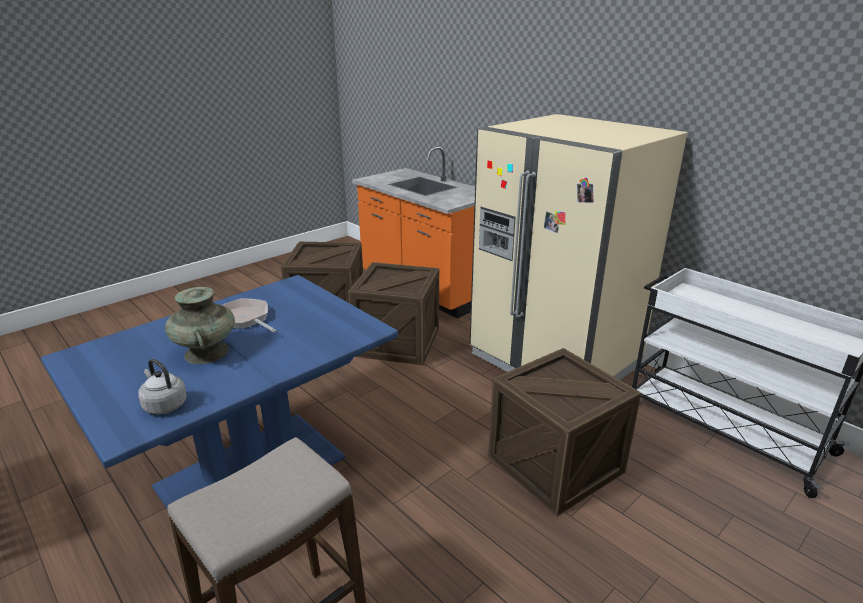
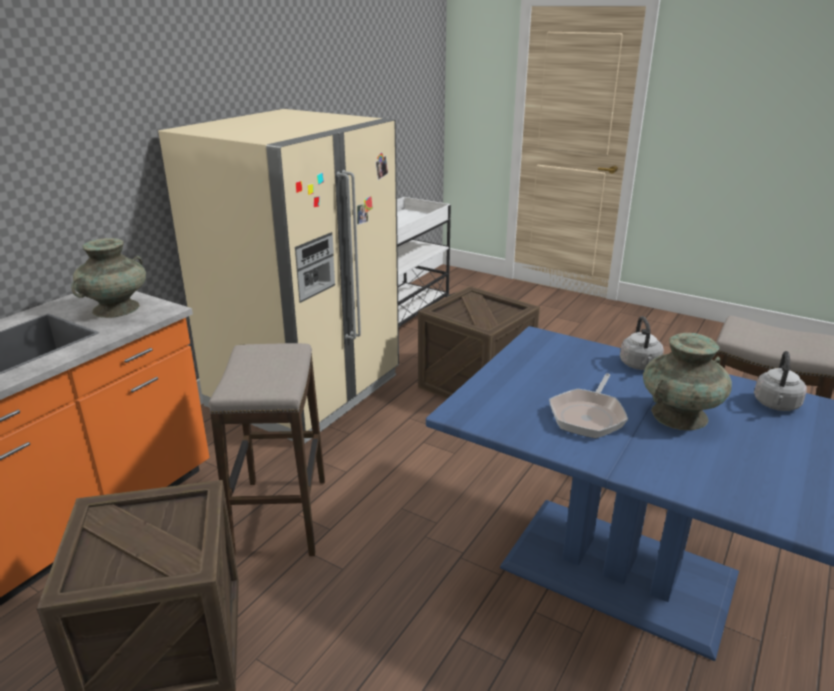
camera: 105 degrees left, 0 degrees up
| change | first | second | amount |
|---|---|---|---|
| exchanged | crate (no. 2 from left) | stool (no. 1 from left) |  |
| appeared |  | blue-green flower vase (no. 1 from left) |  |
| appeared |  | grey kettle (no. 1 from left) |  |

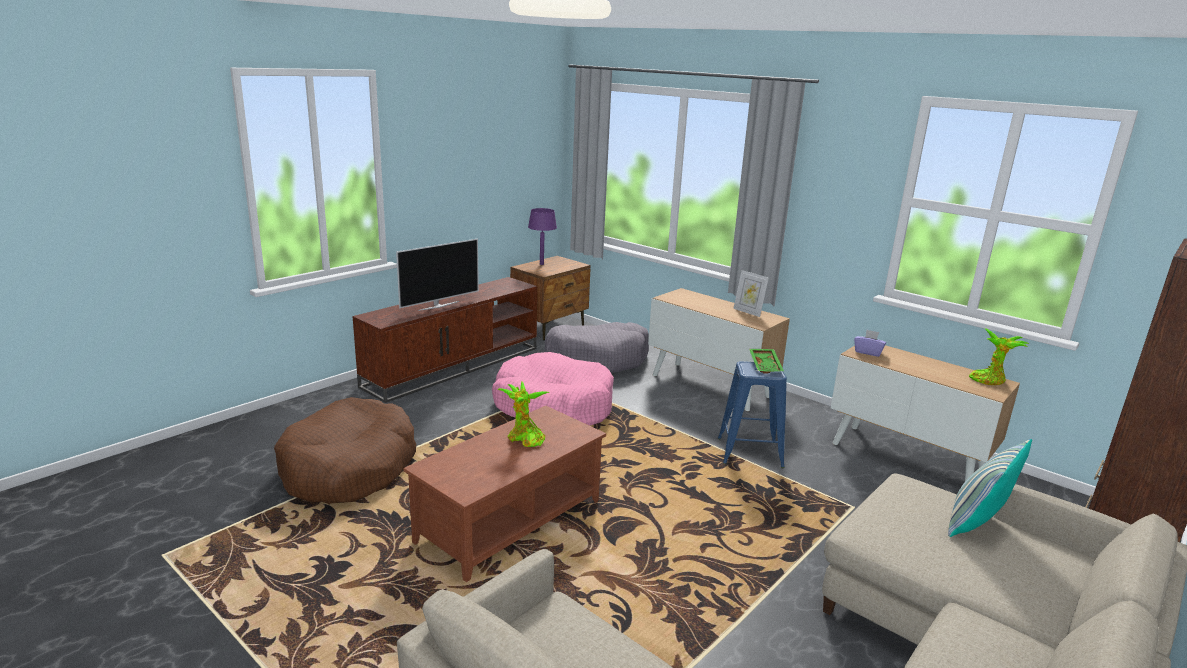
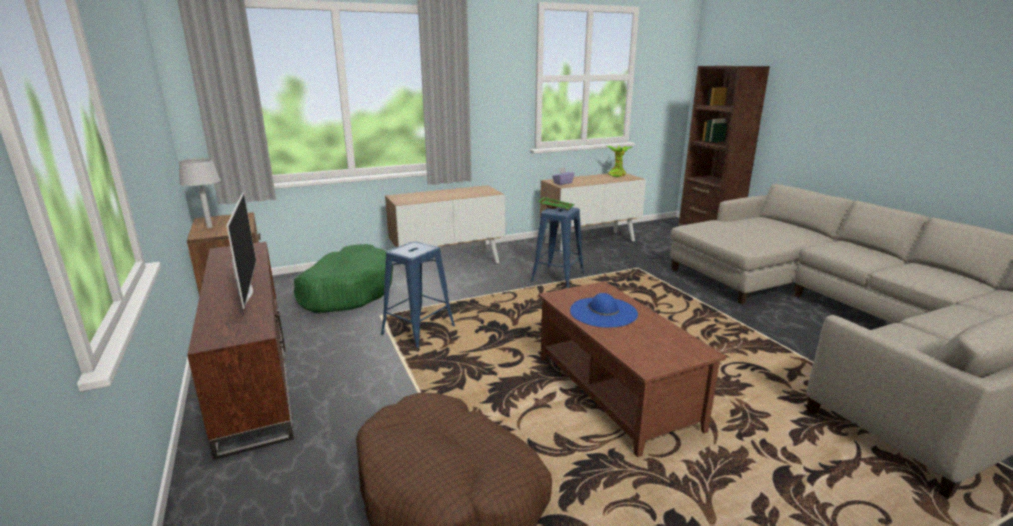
camera: 65 degrees left, 0 degrees up
| change | first | second | amount |
|---|---|---|---|
| colour | purple table lamp | grey table lamp |  |
| missing | picture frame |  |  |
| colour | grey dog bed | greenish dog bed |  |
| exchanged | pink-coloured dog bed | blue-coloured stool (no. 1 from left) |  |
| exchanged | potted plant (no. 1 from left) | blue-coloured hat |  |
| missing | cushion |  |  |

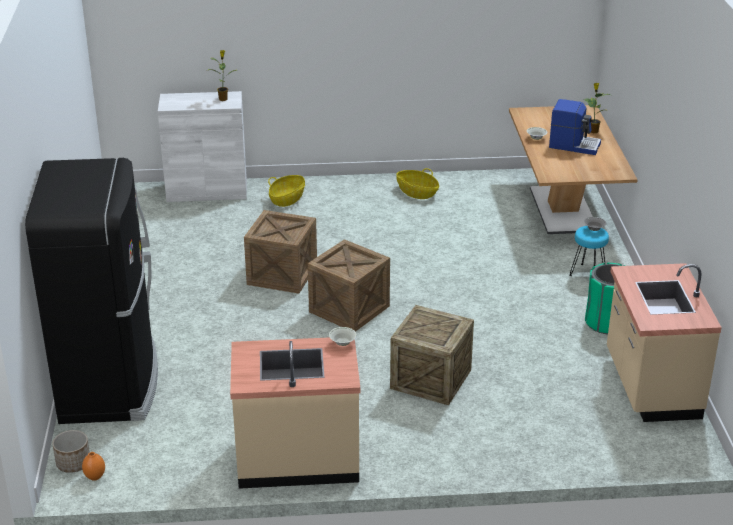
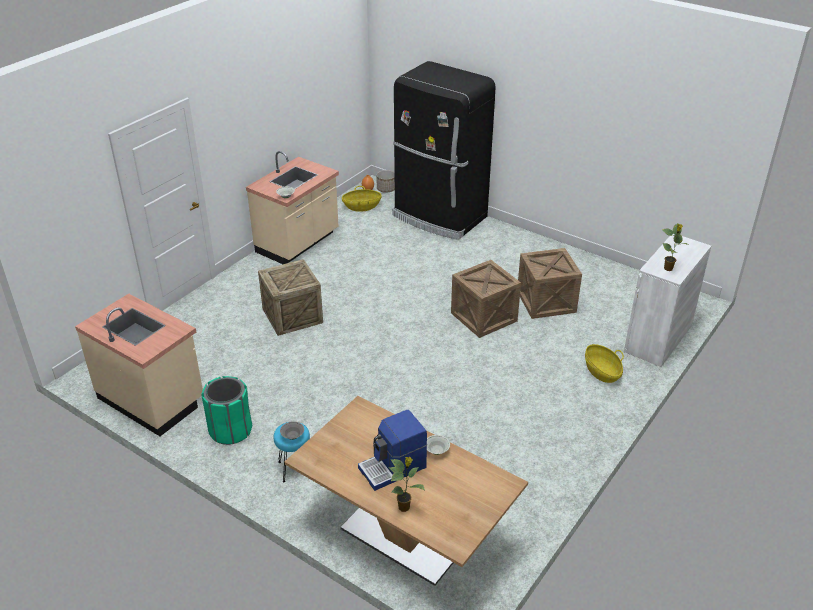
camera: 130 degrees right, 5 degrees up
| change | first | second | amount |
|---|---|---|---|
| relocated | storage basket (no. 2 from left in the first image) | storage basket (no. 1 from left) |  |
| relocated | crate (no. 2 from left in the first image) | crate (no. 3 from left) |  |

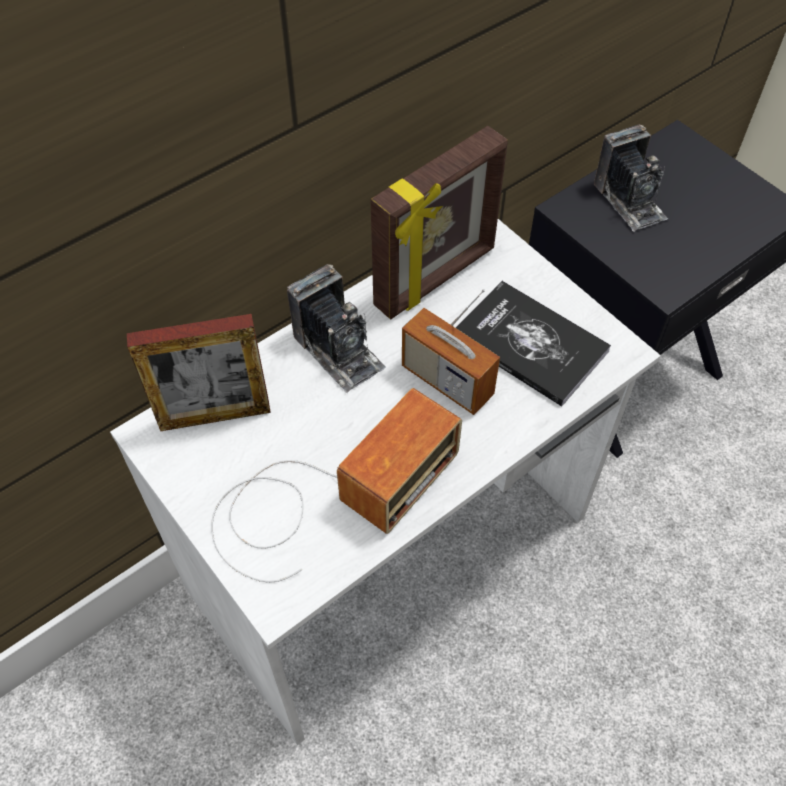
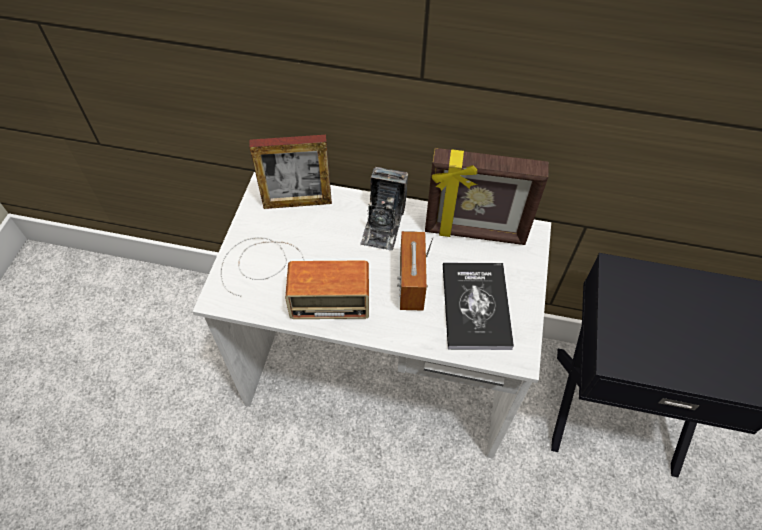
camera: 50 degrees right, 0 degrees up
| change | first | second | amount |
|---|---|---|---|
| missing | photo camera (no. 2 from left) |  |  |
| spun | picture frame (no. 1 from left) |  | 45 degrees counterclockwise |

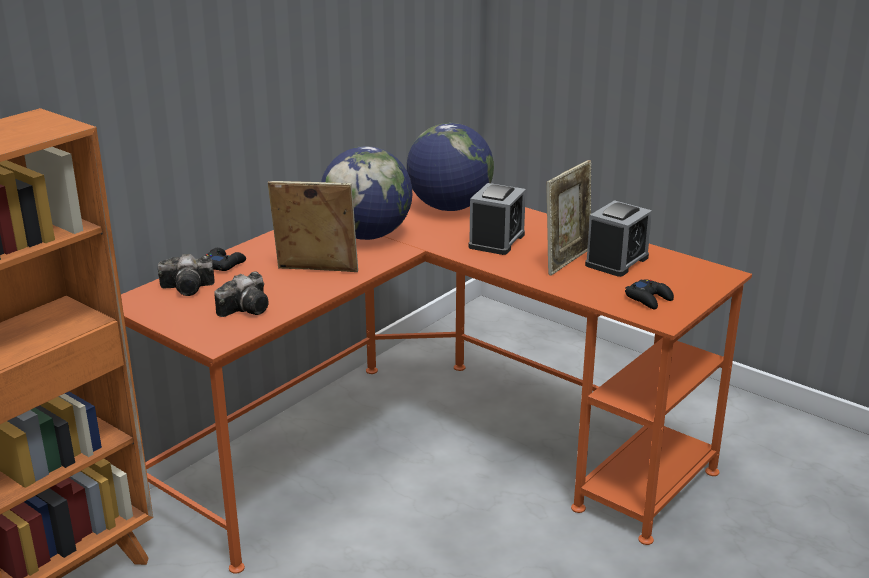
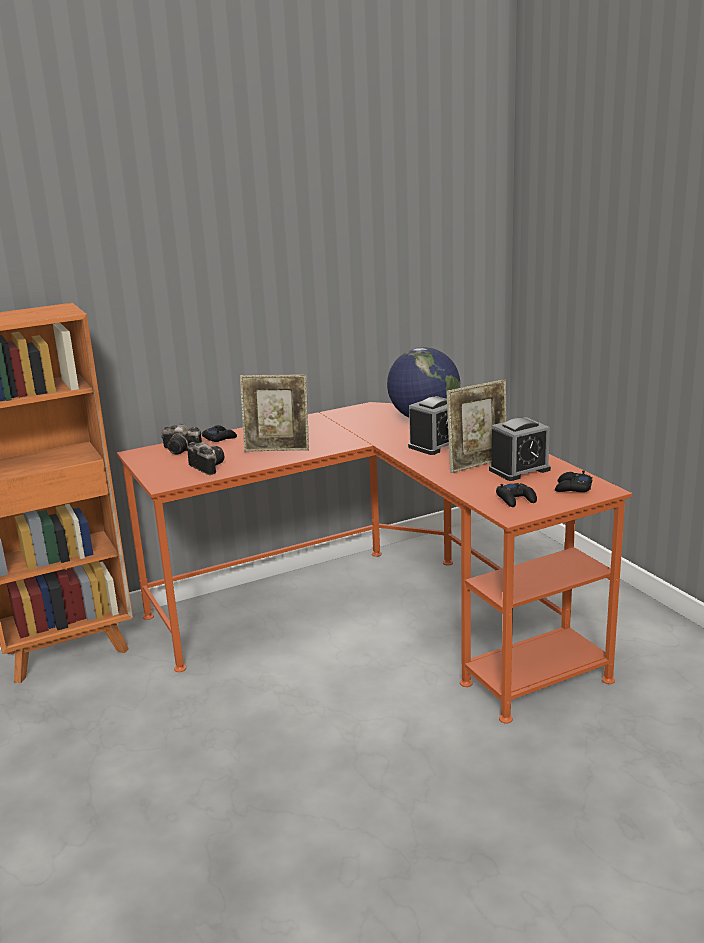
camera: 25 degrees right, 5 degrees down
| change | first | second | amount |
|---|---|---|---|
| missing | world globe (no. 1 from left) |  |  |
| spun | picture frame (no. 1 from left) |  | 150 degrees clockwise |
| spun | photo camera (no. 2 from left) |  | 105 degrees counterclockwise |
| appeared |  | black-coloured gamepad (no. 3 from left) |  |

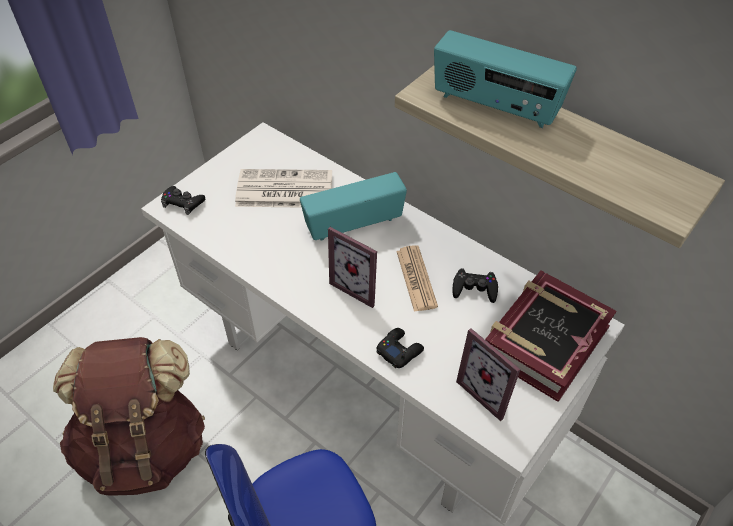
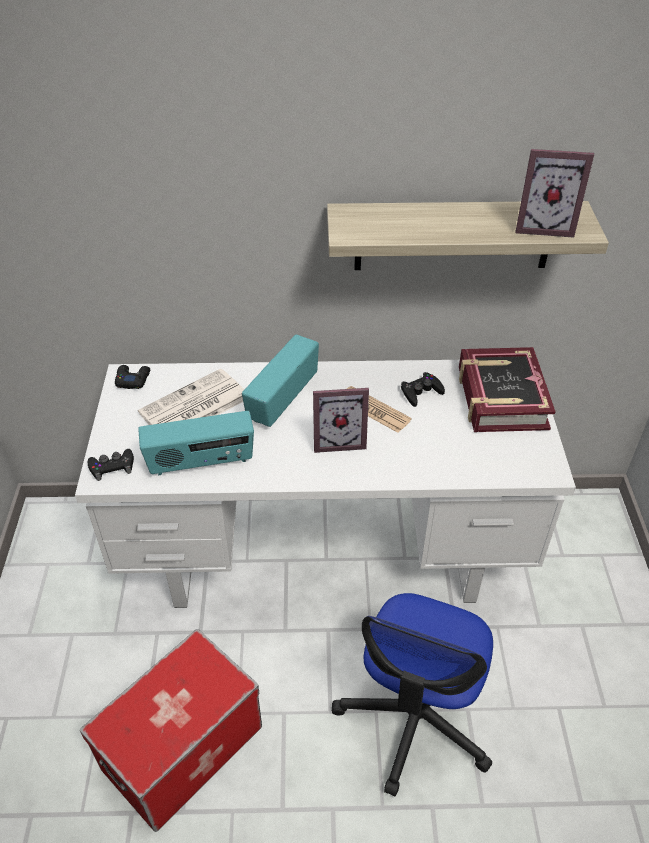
camera: 40 degrees left, 5 degrees down
| change | first | second | amount |
|---|---|---|---|
| relocated | radio (no. 2 from left in the first image) | radio (no. 1 from left) |  |
| relocated | black-coloured gamepad (no. 2 from left) |  |  |
| relocated | picture frame (no. 2 from left) |  |  |
| exchanged | brown-coloured backpack | storage box |  |

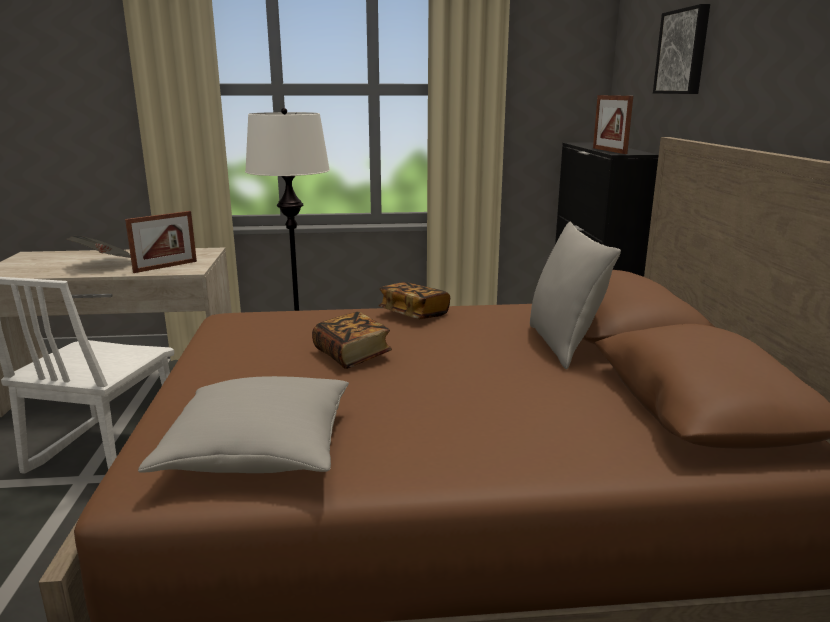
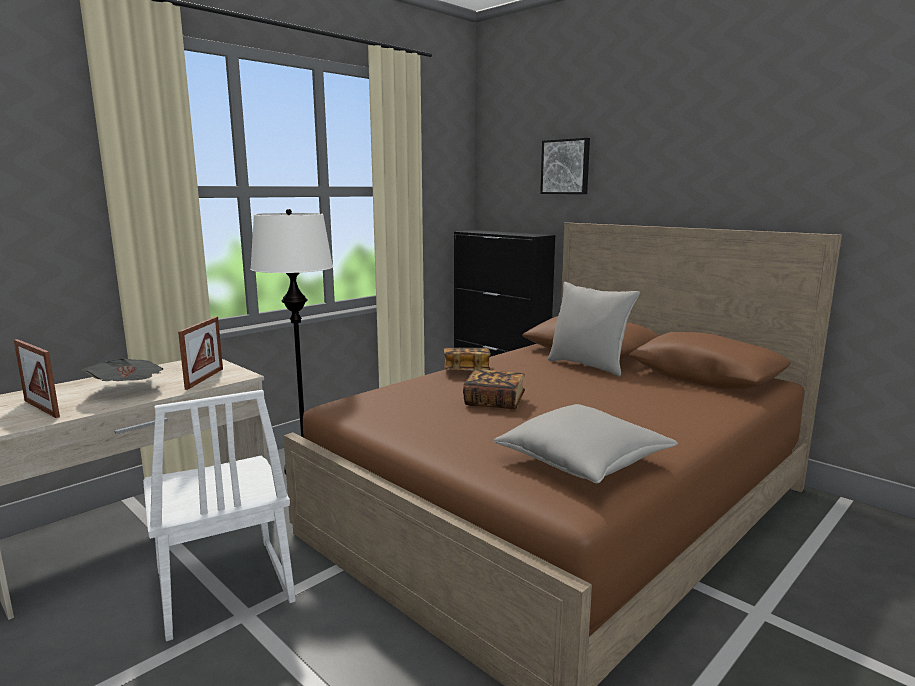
camera: 40 degrees left, 5 degrees down
| change | first | second | amount |
|---|---|---|---|
| relocated | picture frame (no. 2 from left in the first image) | picture frame (no. 1 from left) |  |

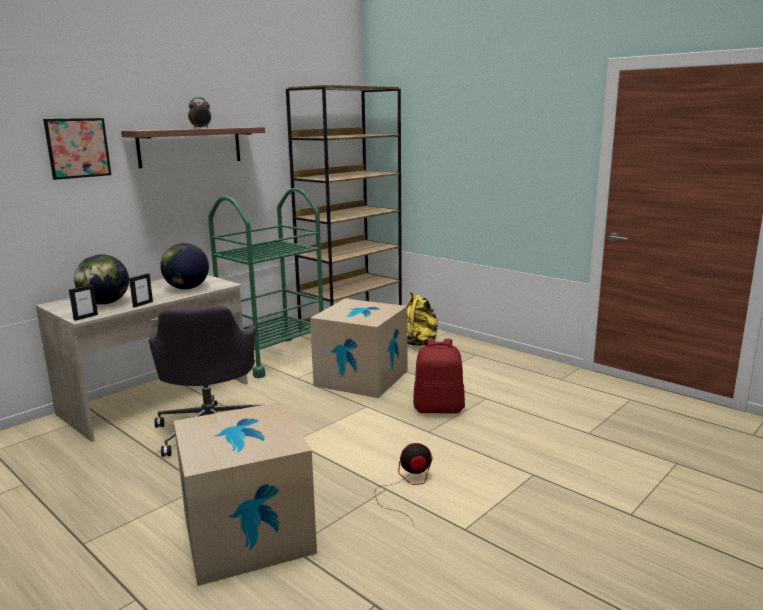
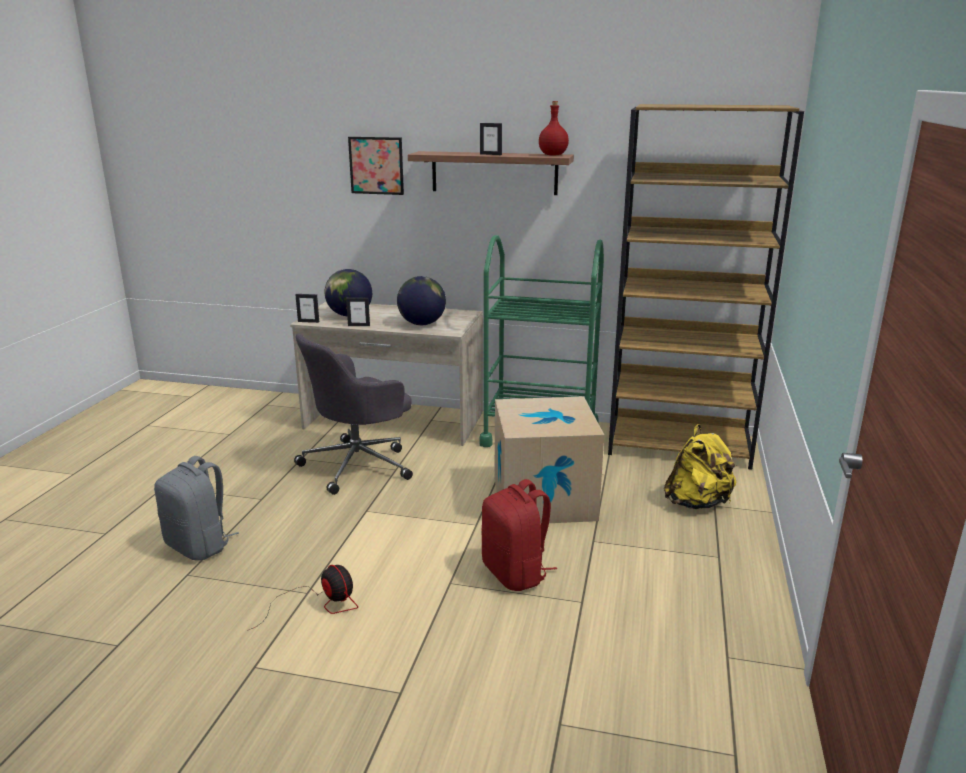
camera: 60 degrees right, 5 degrees up
| change | first | second | amount |
|---|---|---|---|
| exchanged | bedside clock | picture frame (no. 3 from left) |  |
| exchanged | carton (no. 1 from left) | grey backpack |  |
| appeared |  | reddish bottle |  |

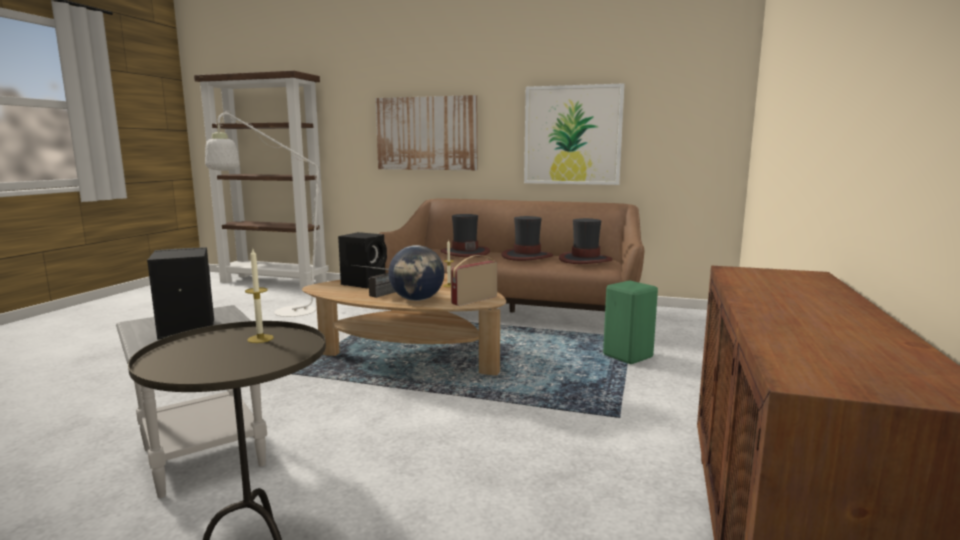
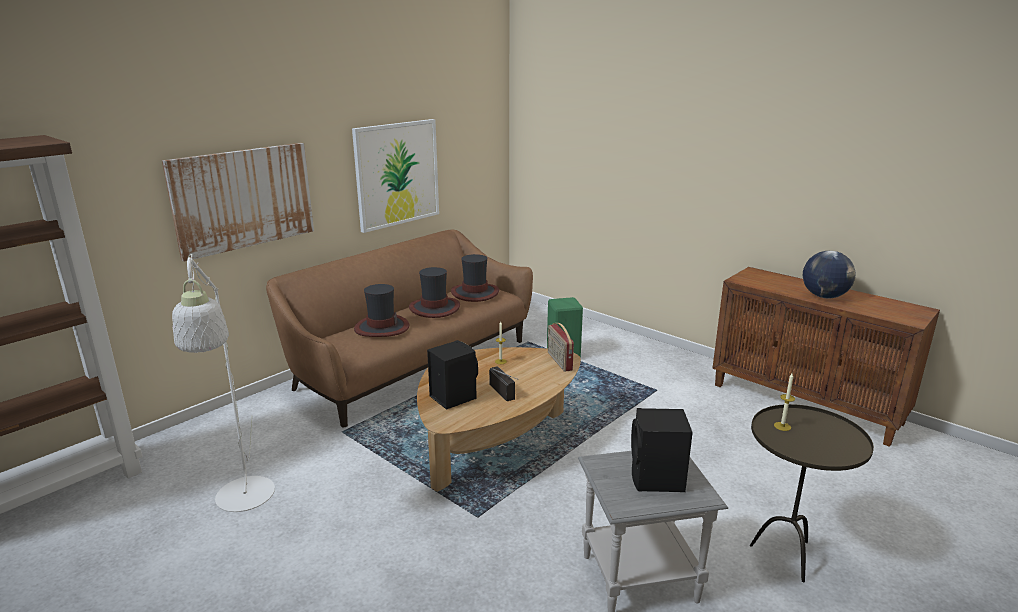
camera: 65 degrees left, 10 degrees up
| change | first | second | amount |
|---|---|---|---|
| relocated | world globe |  |  |

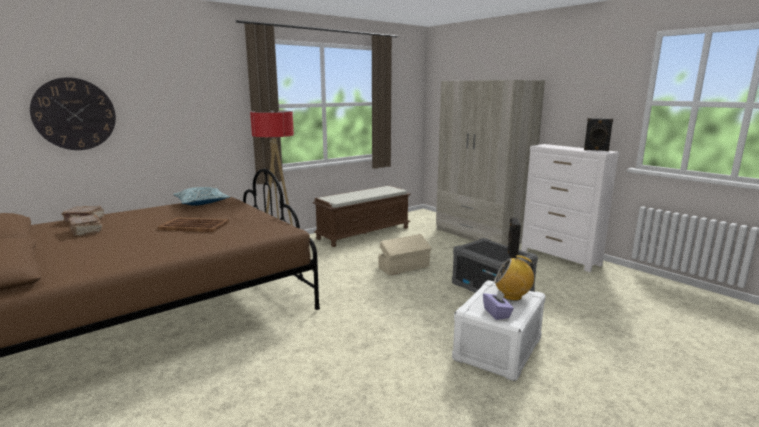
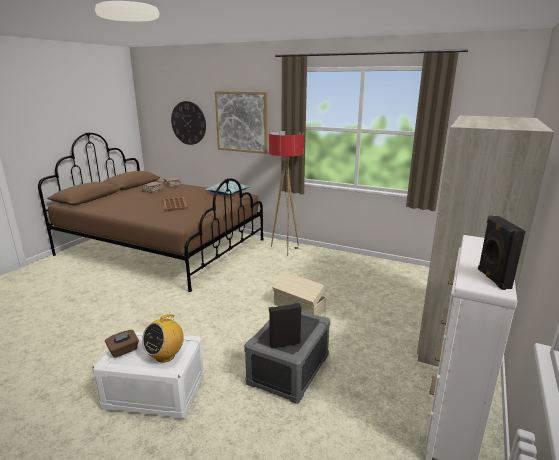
camera: 65 degrees right, 5 degrees up
| change | first | second | amount |
|---|---|---|---|
| missing | brown-coloured long seat |  |  |
| spun | radio |  | 135 degrees counterclockwise |
| colour | purple box of tissues | brown-coloured box of tissues |  |
| appeared |  | wall art |  |

